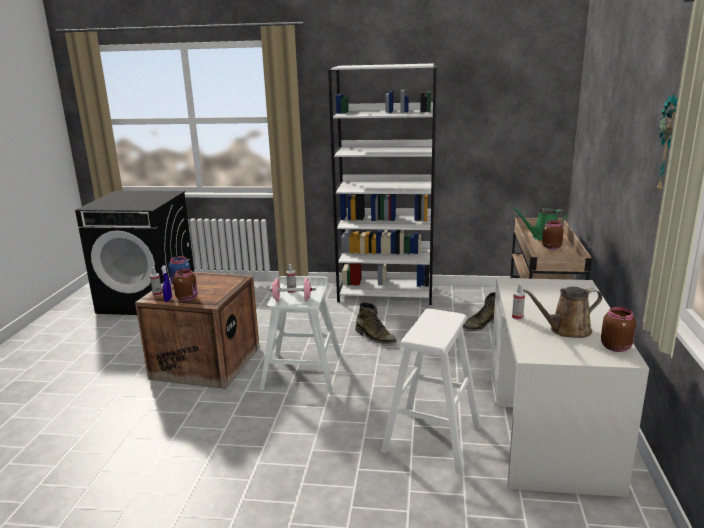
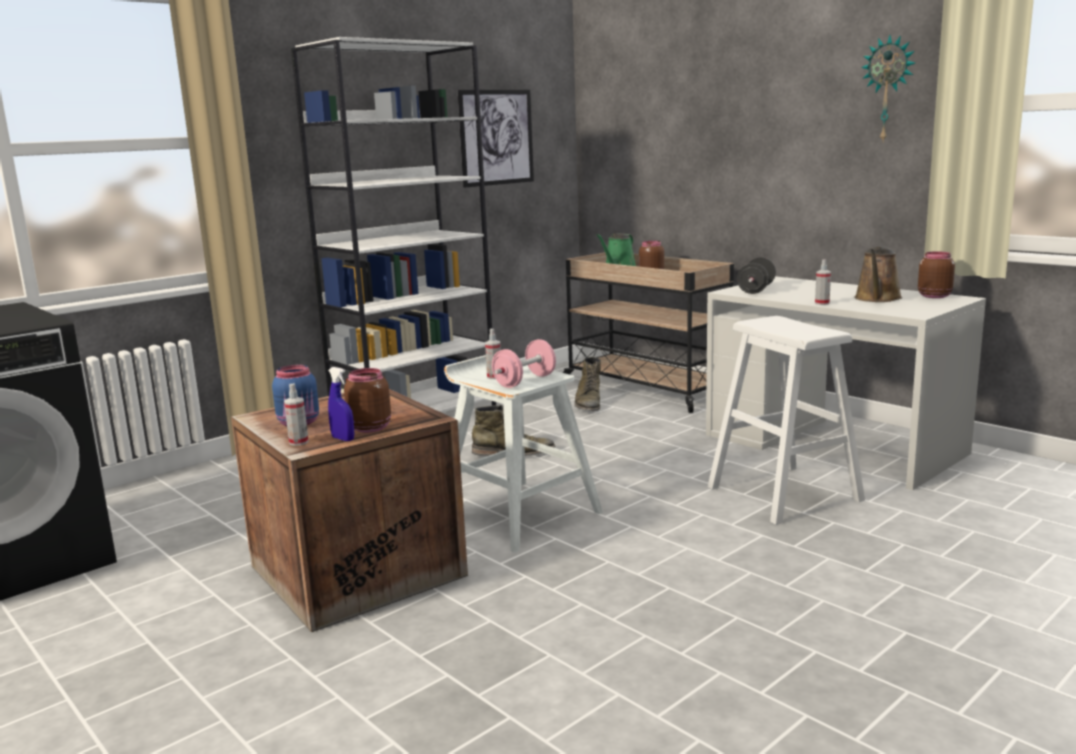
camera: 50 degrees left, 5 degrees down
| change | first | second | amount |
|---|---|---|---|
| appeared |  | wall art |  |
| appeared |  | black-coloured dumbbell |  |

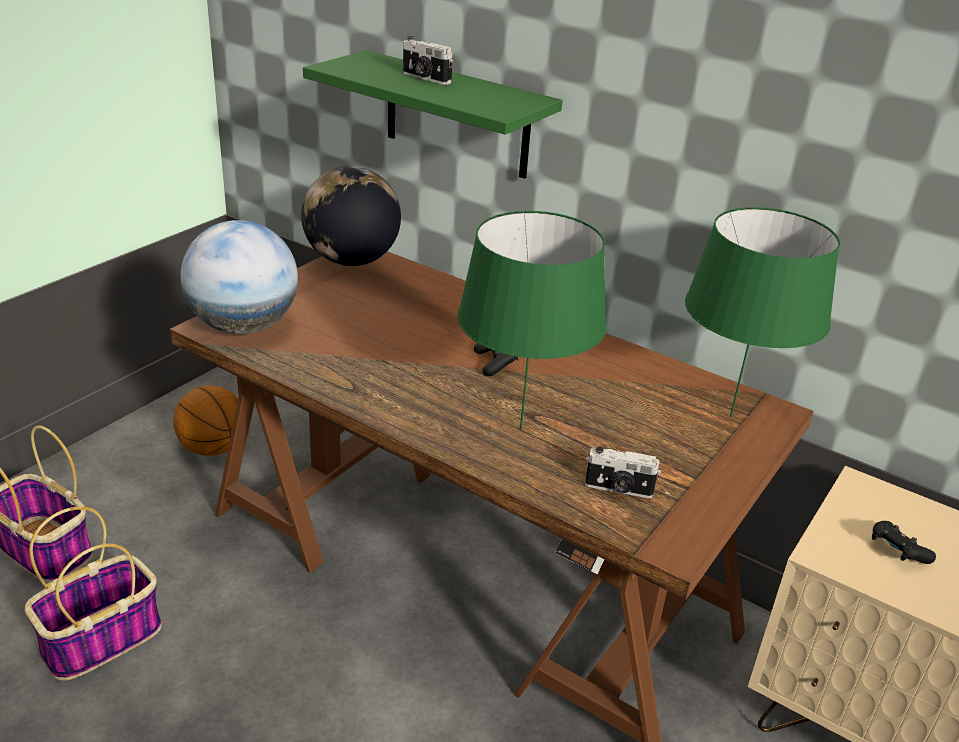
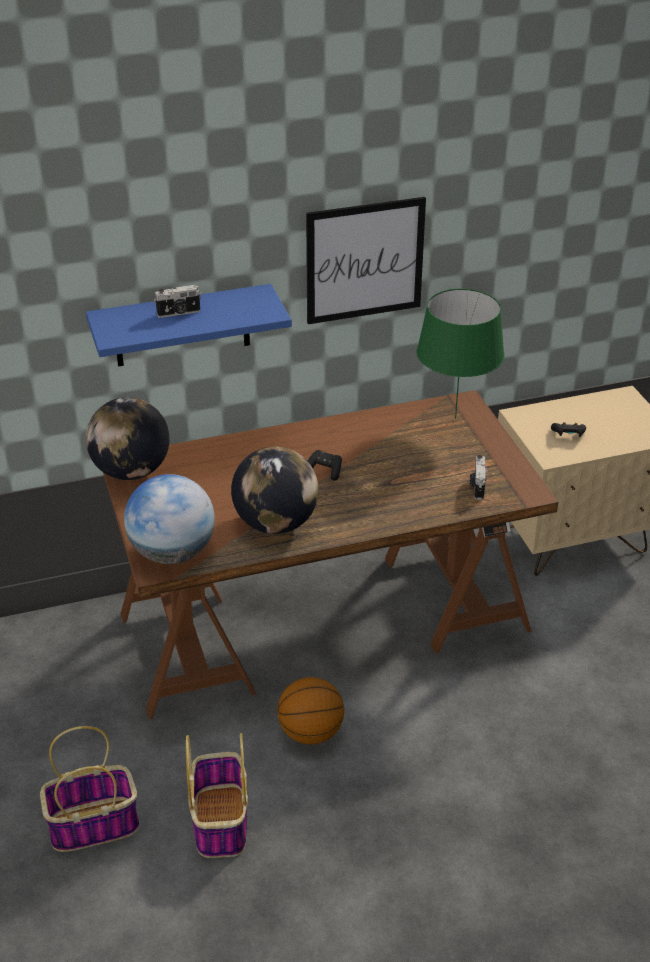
camera: 50 degrees left, 5 degrees up
| change | first | second | amount |
|---|---|---|---|
| colour | greenish wall shelf | blue-coloured wall shelf |  |
| missing | greenish table lamp (no. 1 from left) |  |  |
| relocated | ball for basketball |  |  |
| spun | photo camera (no. 2 from left) |  | 135 degrees clockwise |
| appeared |  | wall art |  |
| appeared |  | world globe (no. 3 from left) |  |

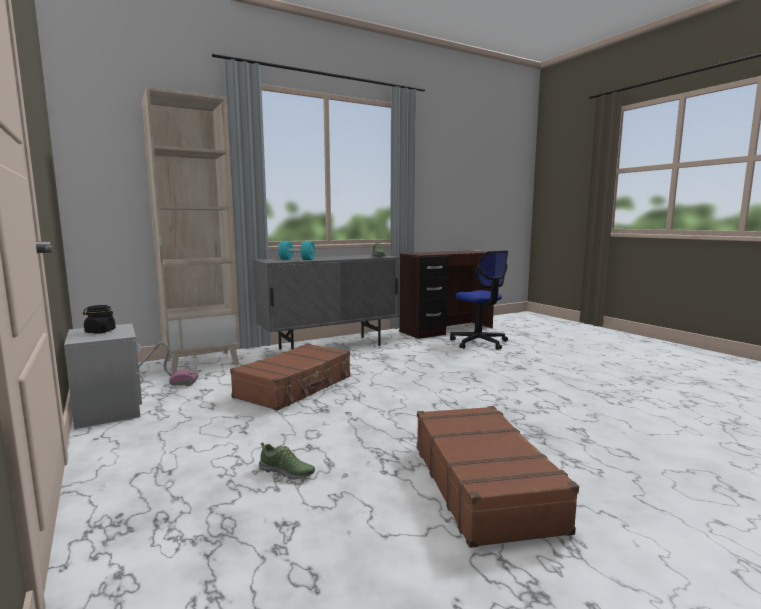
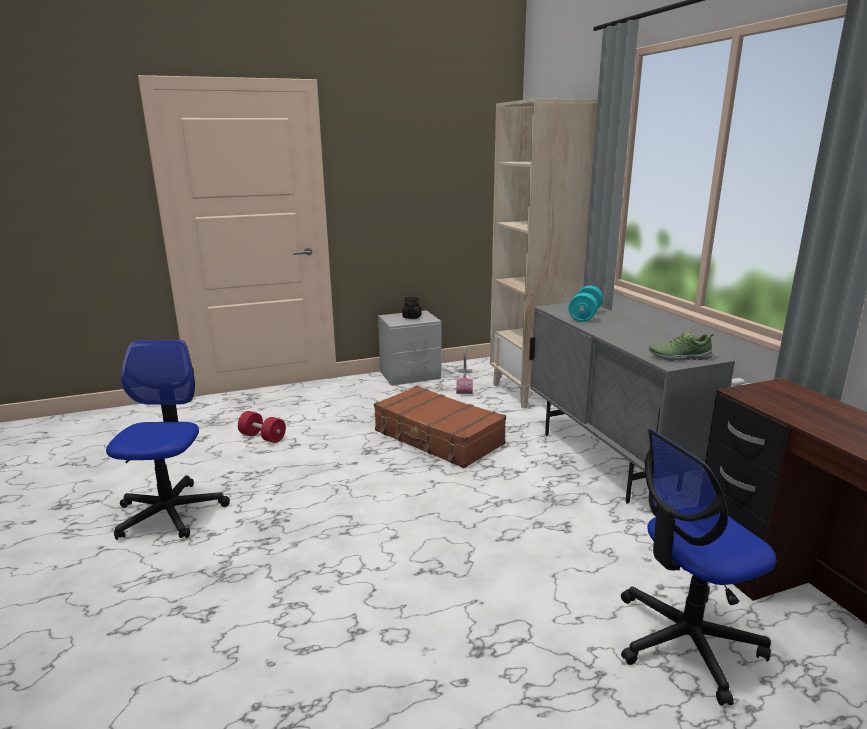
camera: 100 degrees right, 10 degrees up
| change | first | second | amount |
|---|---|---|---|
| exchanged | brown-coloured travel case (no. 2 from left) | computer chair (no. 1 from left) |  |
| exchanged | item of footwear (no. 1 from left) | reddish dumbbell |  |

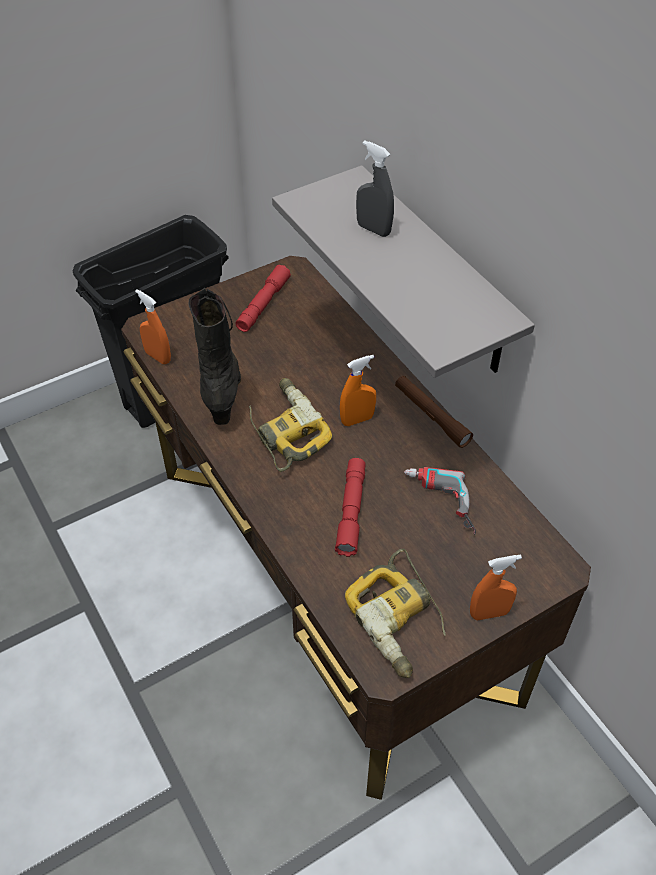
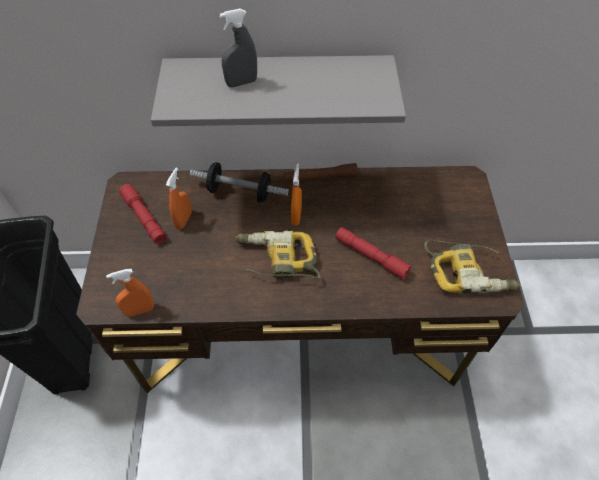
camera: 60 degrees left, 5 degrees up
| change | first | second | amount |
|---|---|---|---|
| missing | black-coloured tall boot |  |  |
| missing | drill (no. 3 from left) |  |  |
| relocated | orangey hand sprayer (no. 3 from left in the first image) | orangey hand sprayer (no. 2 from left) |  |
| appeared |  | dumbbell |  |

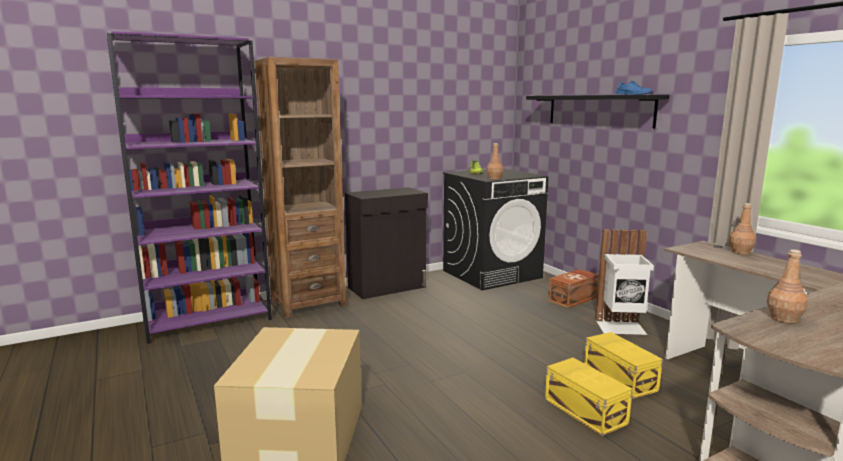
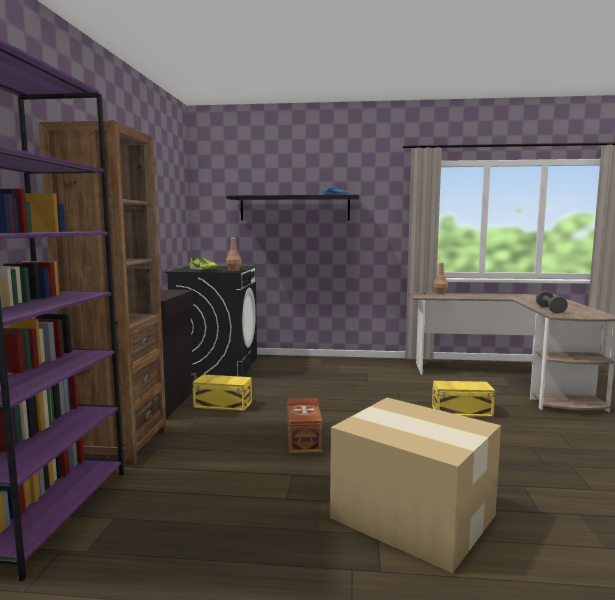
camera: 55 degrees left, 5 degrees down
| change | first | second | amount |
|---|---|---|---|
| missing | white waste bin |  |  |
| exchanged | brown-coloured bottle (no. 3 from left) | grey dumbbell |  |
| relocated | brown-coloured storage box |  |  |
| relocated | yellow storage box (no. 2 from left in the first image) | yellow storage box (no. 1 from left) |  |

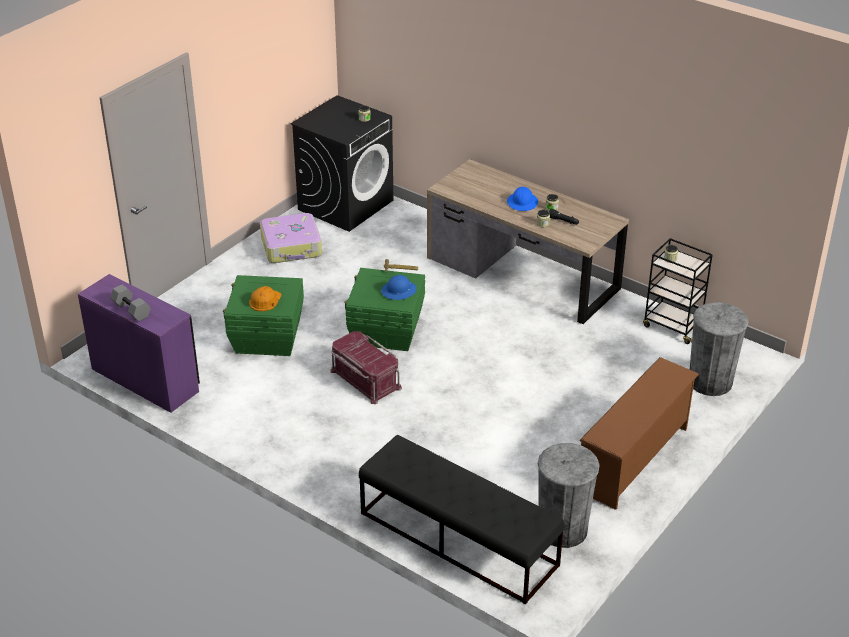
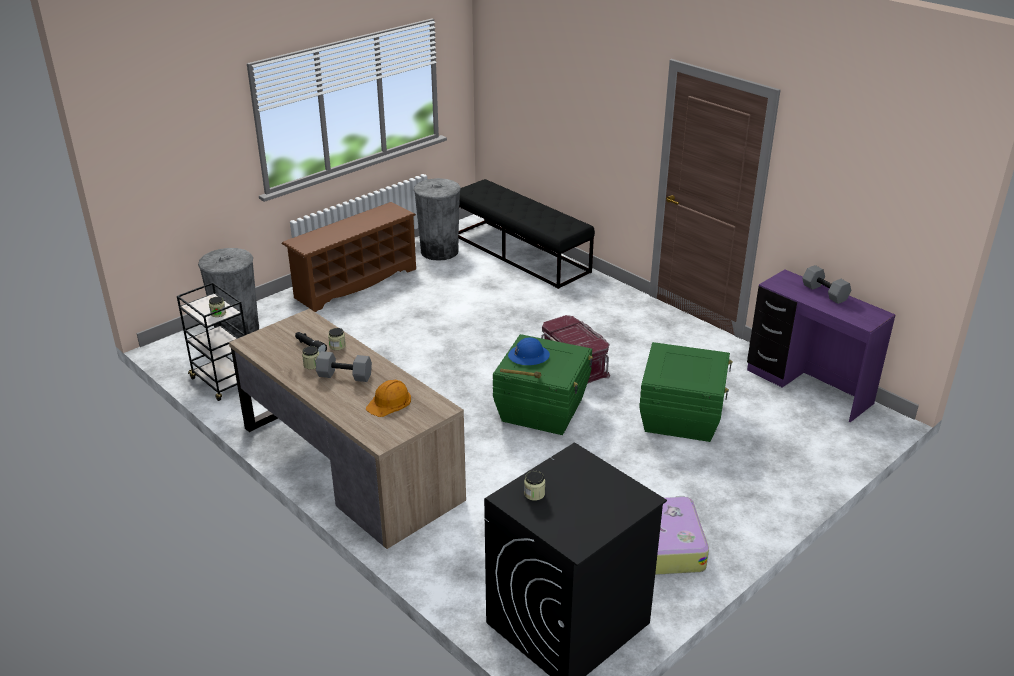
camera: 170 degrees left, 5 degrees down
| change | first | second | amount |
|---|---|---|---|
| exchanged | blue-coloured safety helmet (no. 2 from left) | grey dumbbell (no. 1 from left) |  |
| relocated | orangey safety helmet |  |  |

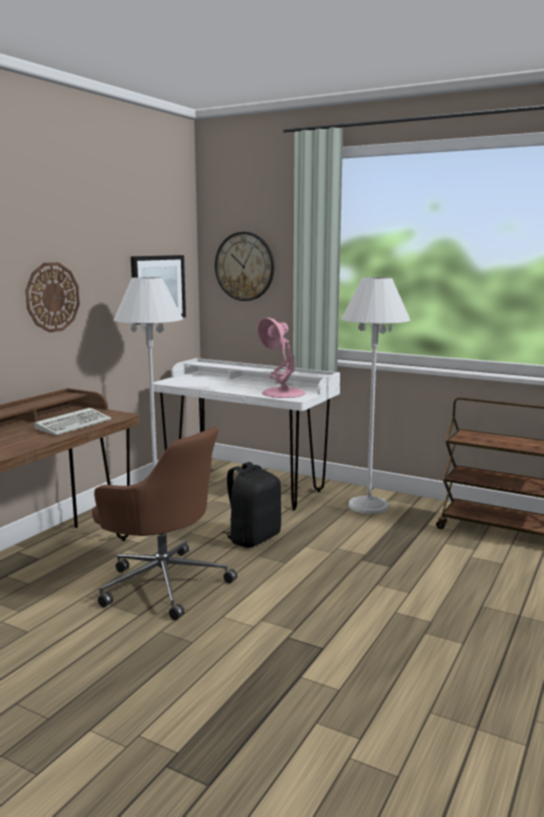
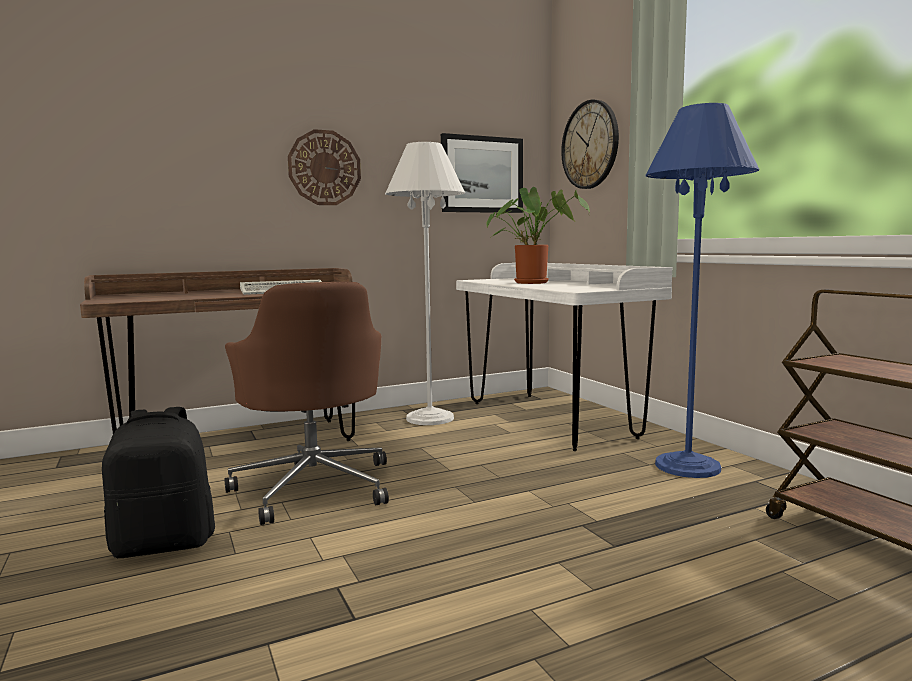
camera: 35 degrees right, 5 degrees down
| change | first | second | amount |
|---|---|---|---|
| colour | white standard lamp (no. 2 from left) | blue-coloured standard lamp |  |
| missing | pink-coloured table lamp |  |  |
| relocated | black-coloured backpack |  |  |
| appeared |  | potted plant |  |

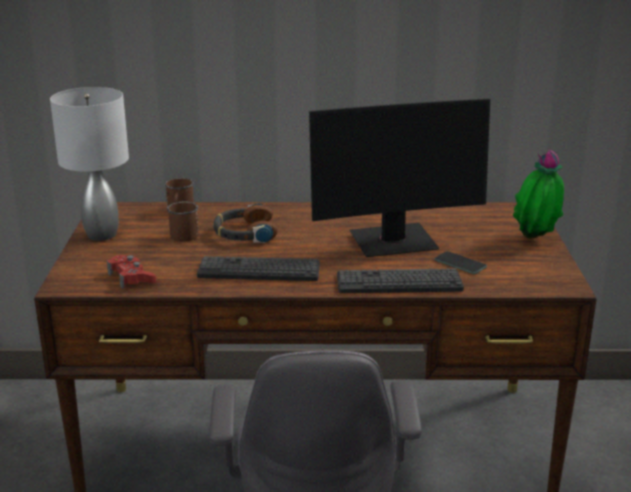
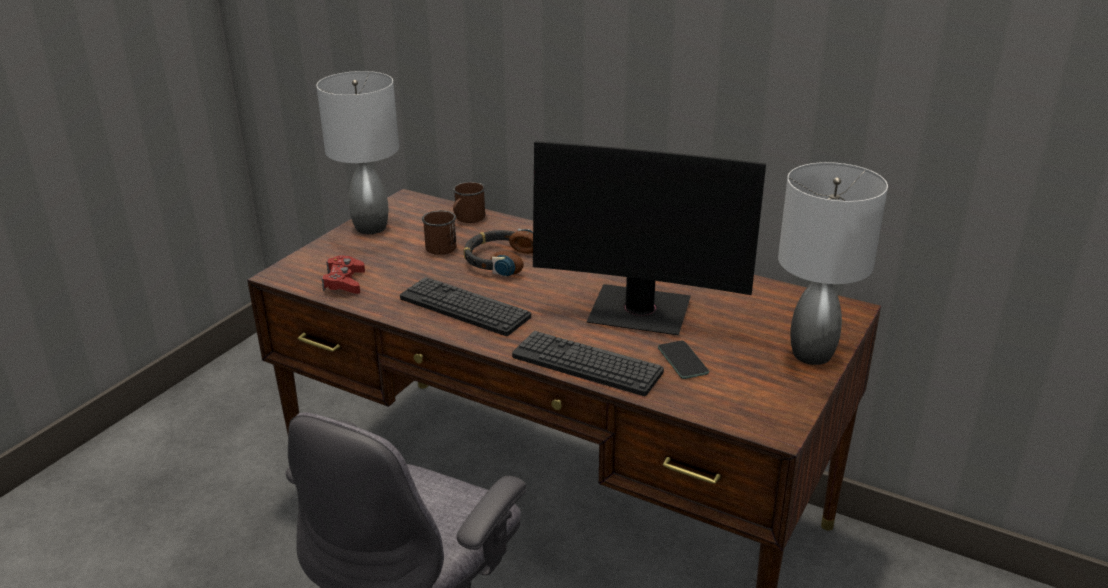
camera: 30 degrees right, 5 degrees up
| change | first | second | amount |
|---|---|---|---|
| exchanged | potted plant | grey table lamp (no. 2 from left) |  |

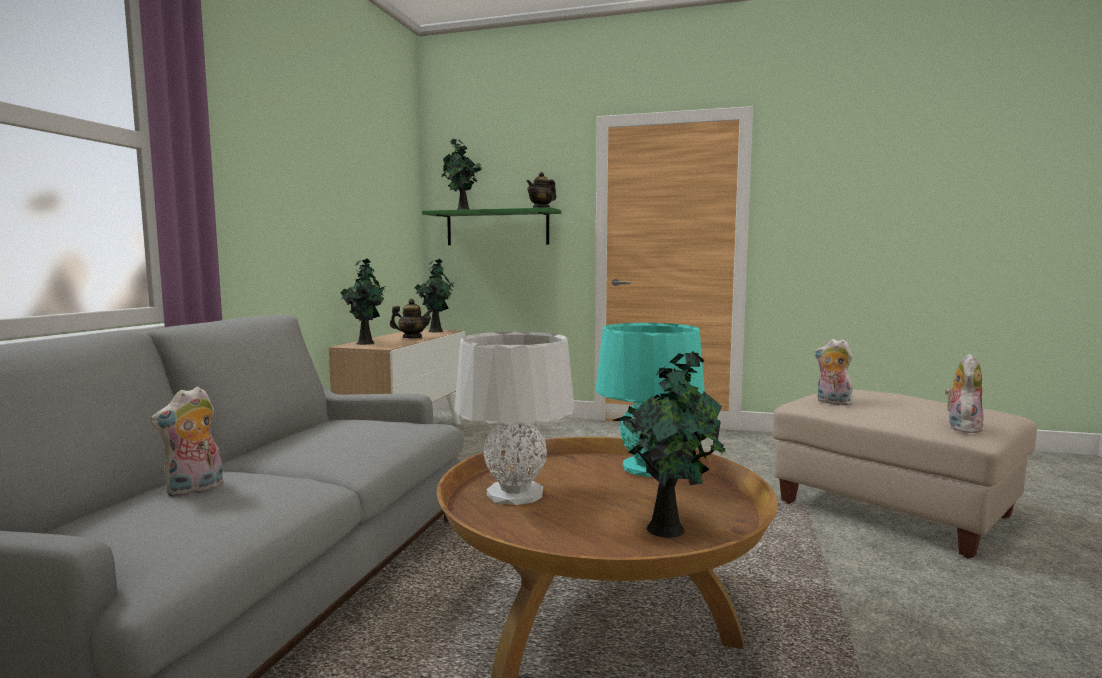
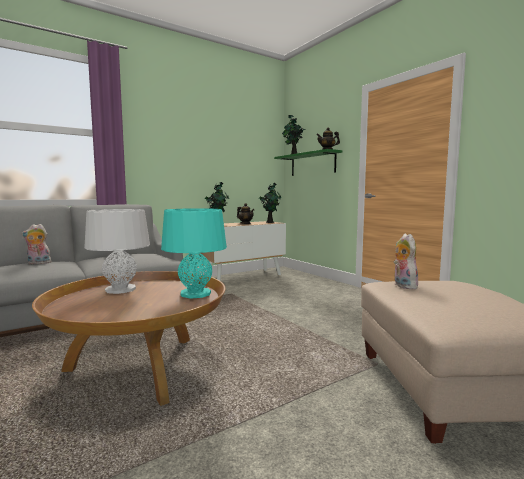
camera: 40 degrees right, 0 degrees up
| change | first | second | amount |
|---|---|---|---|
| missing | potted plant (no. 4 from left) |  |  |
| missing | cuddly toy (no. 3 from left) |  |  |

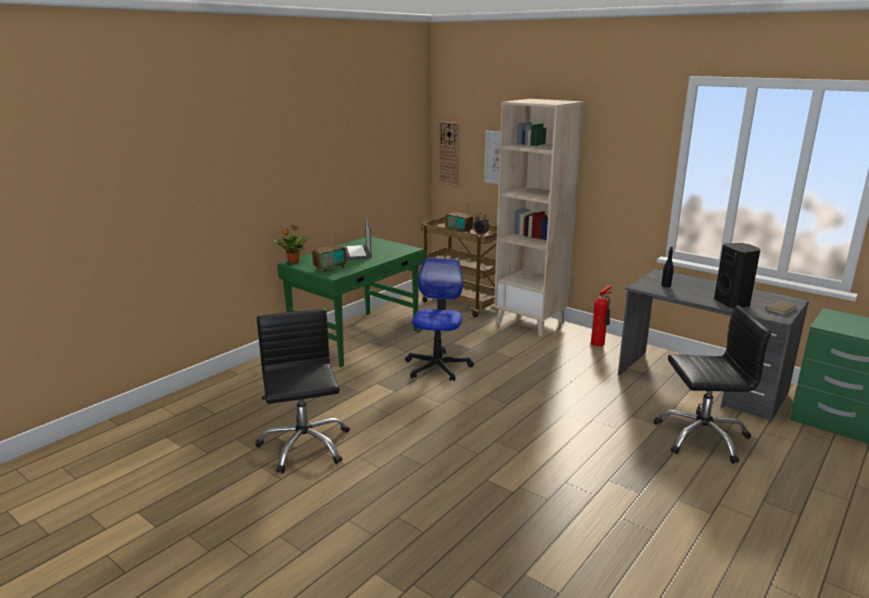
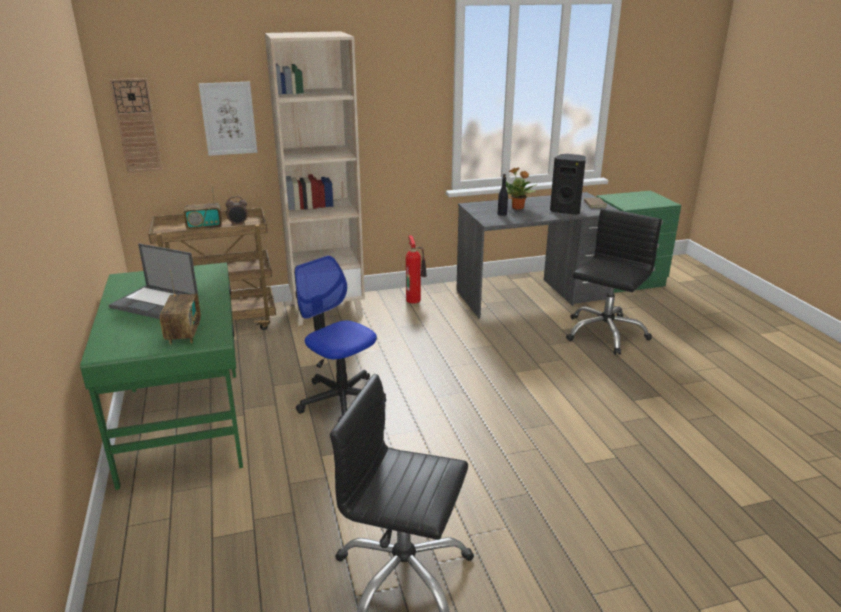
camera: 55 degrees left, 5 degrees up
| change | first | second | amount |
|---|---|---|---|
| relocated | potted plant |  |  |

